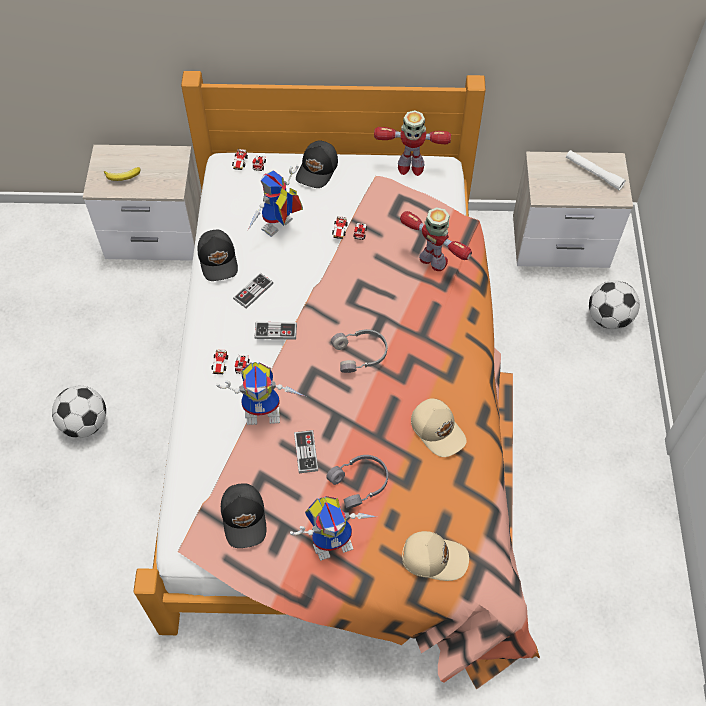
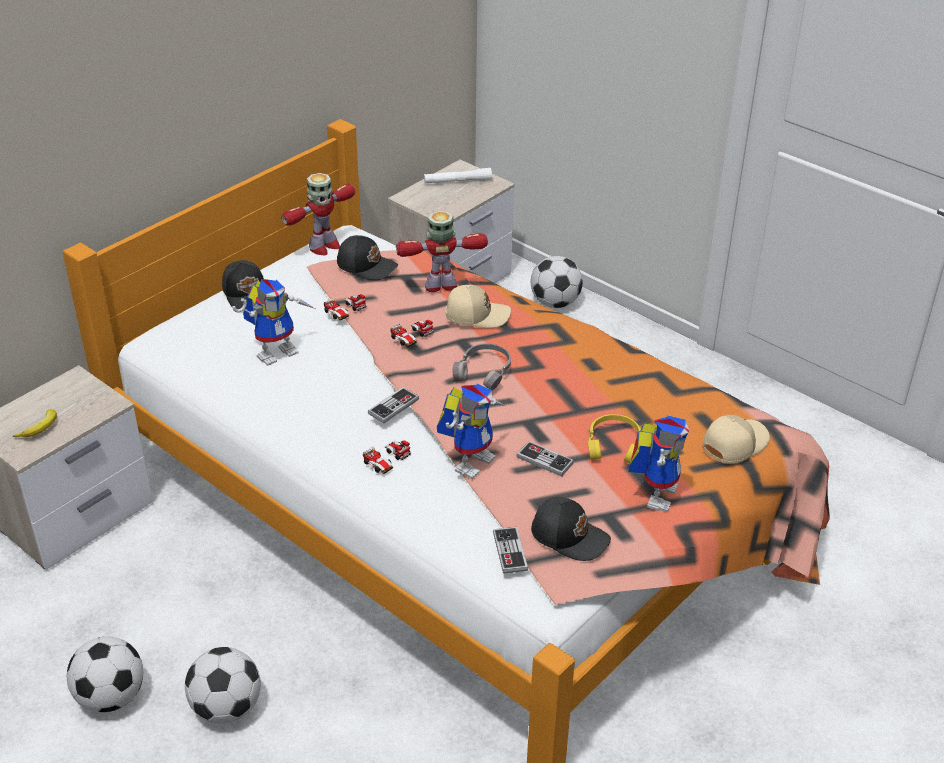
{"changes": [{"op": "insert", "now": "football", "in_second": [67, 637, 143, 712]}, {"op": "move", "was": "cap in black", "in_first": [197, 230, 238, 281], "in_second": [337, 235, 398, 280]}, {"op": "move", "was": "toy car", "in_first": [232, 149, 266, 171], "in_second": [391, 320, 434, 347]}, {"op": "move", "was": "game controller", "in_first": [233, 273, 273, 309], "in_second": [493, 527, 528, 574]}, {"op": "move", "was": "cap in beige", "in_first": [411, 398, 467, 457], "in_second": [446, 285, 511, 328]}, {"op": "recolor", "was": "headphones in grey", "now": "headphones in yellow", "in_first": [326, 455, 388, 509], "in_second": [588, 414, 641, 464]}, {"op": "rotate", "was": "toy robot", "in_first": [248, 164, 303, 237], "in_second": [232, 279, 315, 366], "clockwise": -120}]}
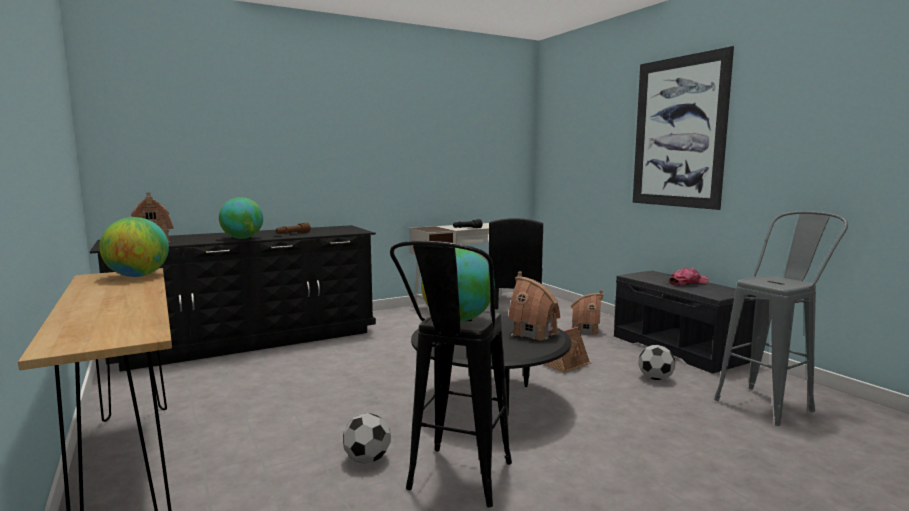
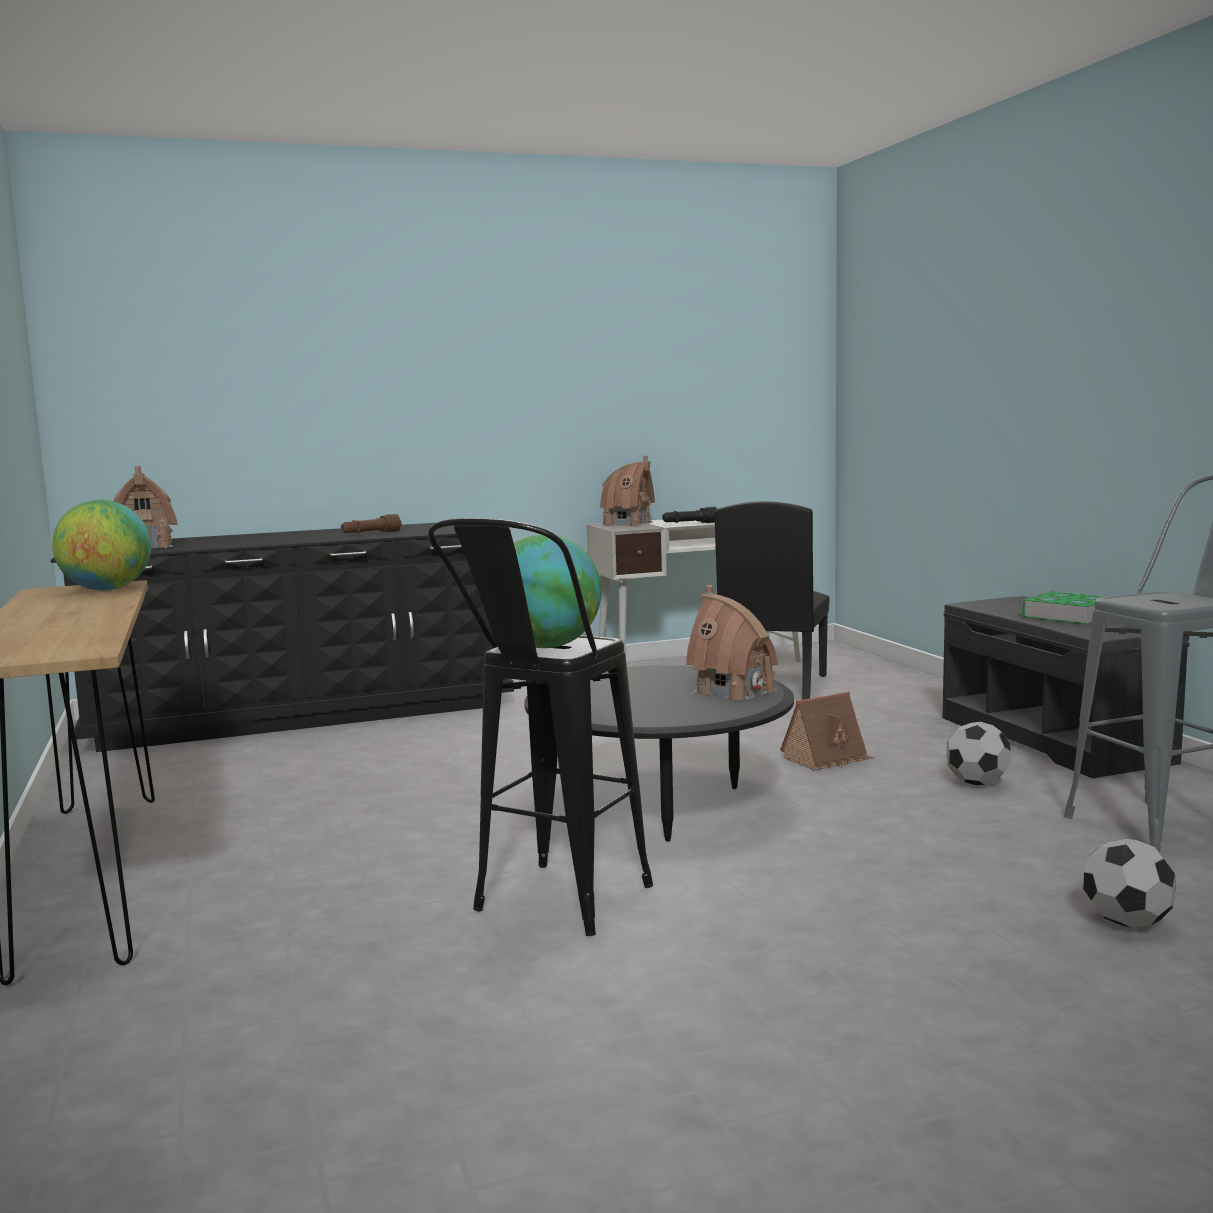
{"changes": [{"op": "delete", "was": "globe", "in_first": [219, 197, 263, 239]}, {"op": "delete", "was": "picture", "in_first": [633, 46, 734, 210]}, {"op": "move", "was": "football", "in_first": [343, 413, 391, 464], "in_second": [1083, 839, 1176, 928]}, {"op": "move", "was": "toy house", "in_first": [571, 290, 604, 335], "in_second": [600, 455, 655, 526]}, {"op": "replace", "was": "cap", "now": "book", "in_first": [669, 268, 709, 286], "in_second": [1022, 591, 1107, 624]}]}
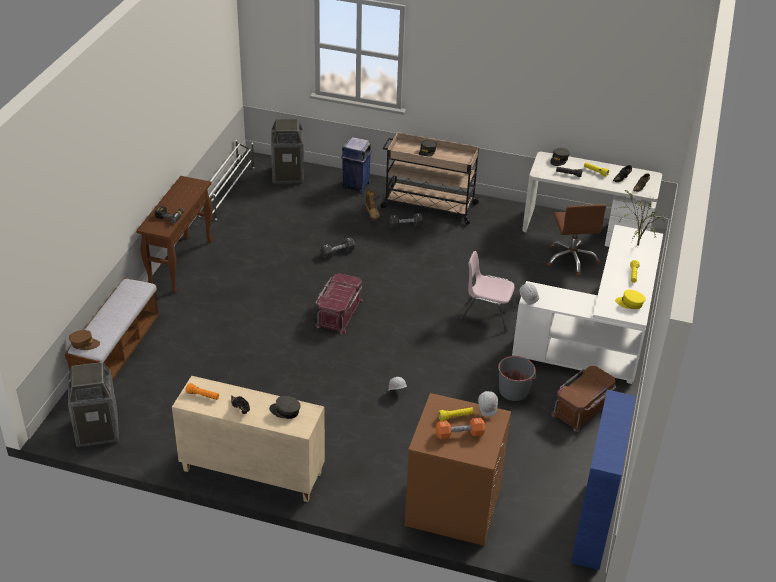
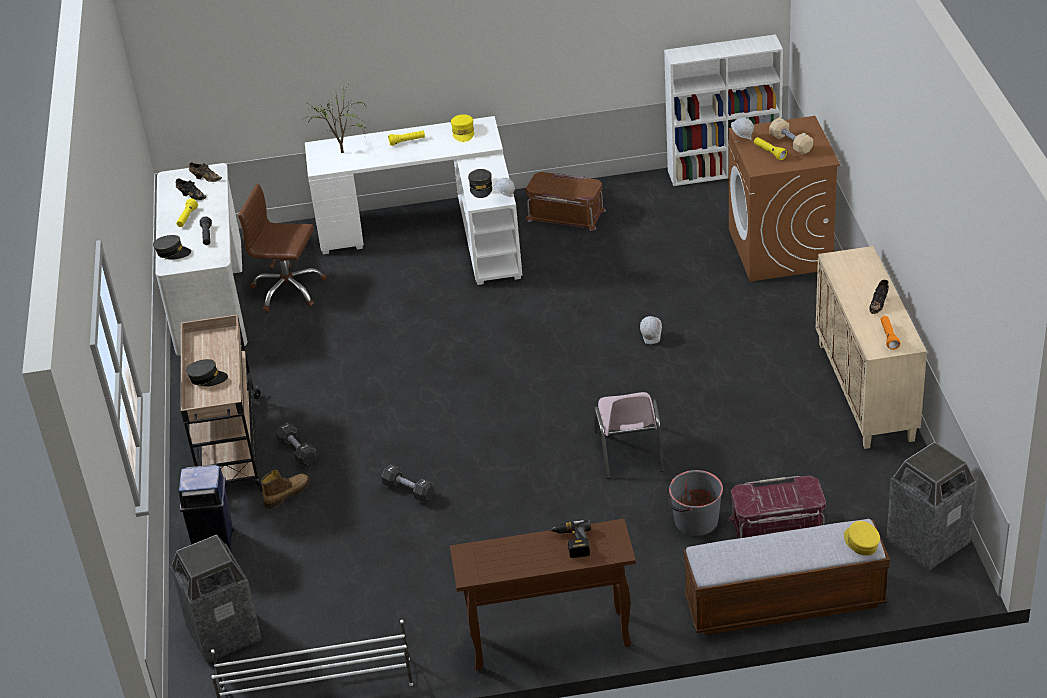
{"changes": [{"op": "move", "was": "cap in grey", "in_first": [269, 396, 301, 419], "in_second": [468, 169, 492, 198]}, {"op": "move", "was": "storage box in red", "in_first": [315, 273, 363, 334], "in_second": [728, 475, 826, 539]}, {"op": "move", "was": "chair in pink", "in_first": [460, 251, 517, 332], "in_second": [594, 392, 664, 479]}, {"op": "move", "was": "bucket in grey", "in_first": [498, 356, 536, 401], "in_second": [668, 470, 723, 536]}, {"op": "recolor", "was": "cap in brown", "now": "cap in yellow", "in_first": [69, 330, 100, 350], "in_second": [844, 521, 880, 556]}, {"op": "recolor", "was": "dumbbell in orange", "now": "dumbbell in beige", "in_first": [436, 418, 485, 439], "in_second": [769, 117, 813, 155]}, {"op": "recolor", "was": "bookcase in blue", "now": "bookcase in white", "in_first": [571, 390, 636, 570], "in_second": [664, 34, 783, 186]}, {"op": "rotate", "was": "office chair in brown", "in_first": [547, 204, 606, 276], "in_second": [238, 184, 327, 312], "clockwise": -135}]}
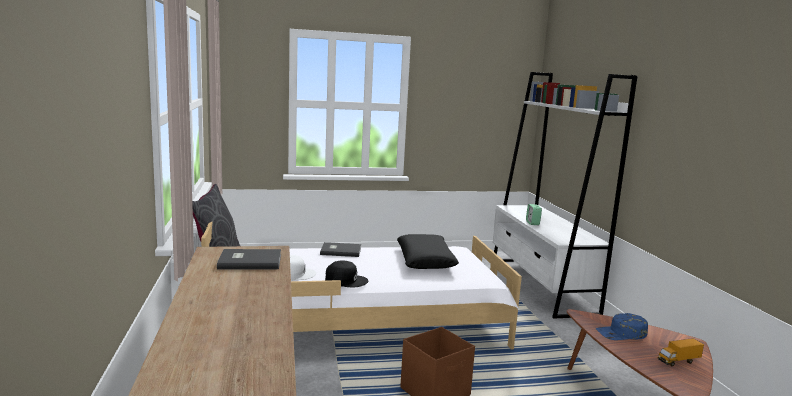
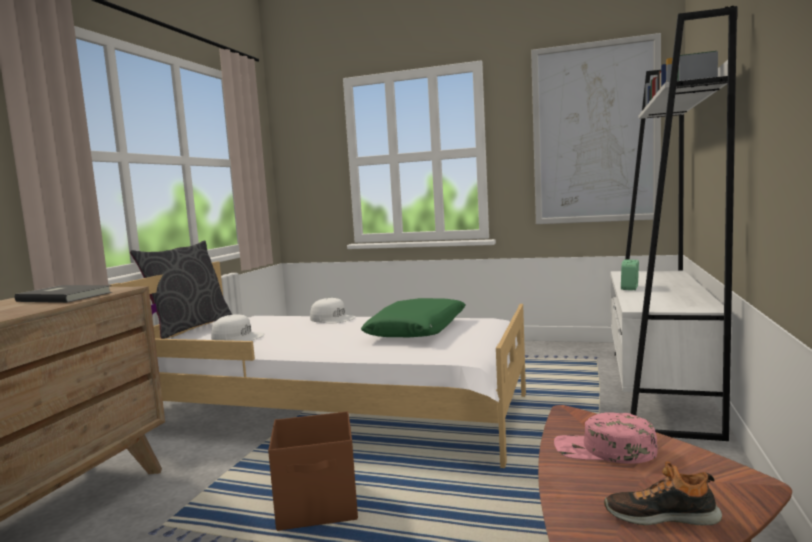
{"changes": [{"op": "delete", "was": "cap in black", "in_first": [325, 260, 368, 288]}, {"op": "insert", "now": "picture", "in_second": [531, 33, 661, 224]}, {"op": "replace", "was": "book in grey", "now": "cap in white", "in_first": [320, 242, 361, 257], "in_second": [310, 298, 356, 324]}, {"op": "replace", "was": "toy truck", "now": "shoe", "in_first": [658, 338, 704, 366], "in_second": [604, 461, 722, 526]}, {"op": "recolor", "was": "pillow in black", "now": "pillow in green", "in_first": [397, 234, 459, 269], "in_second": [361, 298, 466, 337]}, {"op": "recolor", "was": "cap in blue", "now": "cap in pink", "in_first": [596, 313, 648, 340], "in_second": [554, 413, 658, 464]}]}
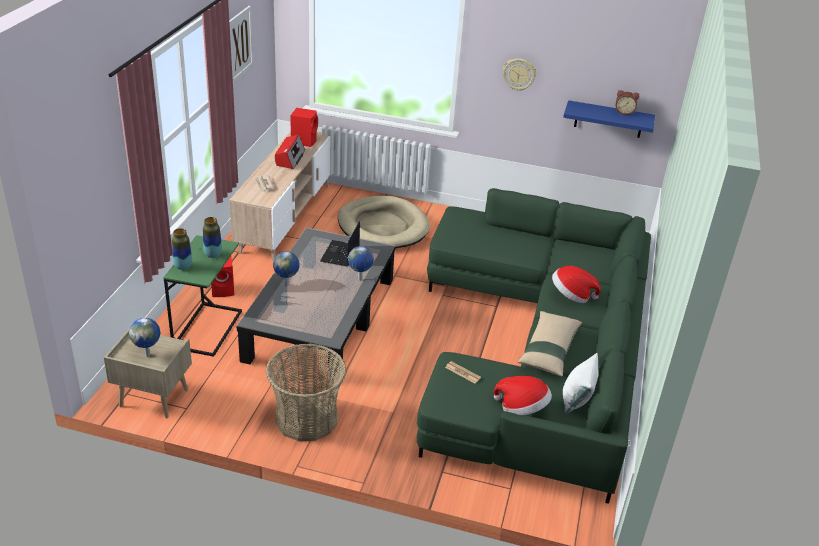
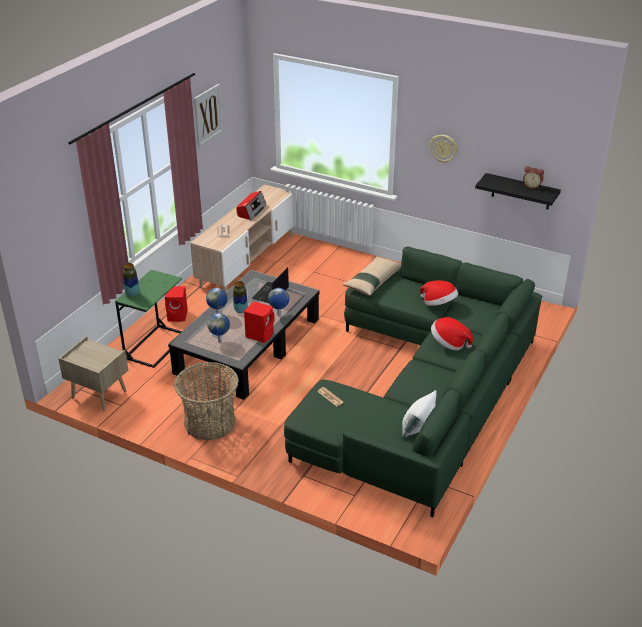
{"changes": [{"op": "delete", "was": "dog bed in beige", "in_first": [338, 196, 430, 249]}, {"op": "move", "was": "globe", "in_first": [129, 318, 160, 357], "in_second": [207, 313, 230, 343]}, {"op": "move", "was": "vase", "in_first": [203, 217, 222, 258], "in_second": [233, 281, 248, 313]}, {"op": "move", "was": "speaker in red", "in_first": [290, 108, 318, 147], "in_second": [244, 301, 275, 343]}, {"op": "move", "was": "hat", "in_first": [494, 376, 552, 416], "in_second": [420, 280, 458, 306]}, {"op": "move", "was": "pillow in beige", "in_first": [518, 311, 582, 377], "in_second": [343, 256, 401, 296]}, {"op": "recolor", "was": "shelf in blue", "now": "shelf in black", "in_first": [563, 100, 655, 138], "in_second": [475, 173, 561, 209]}]}
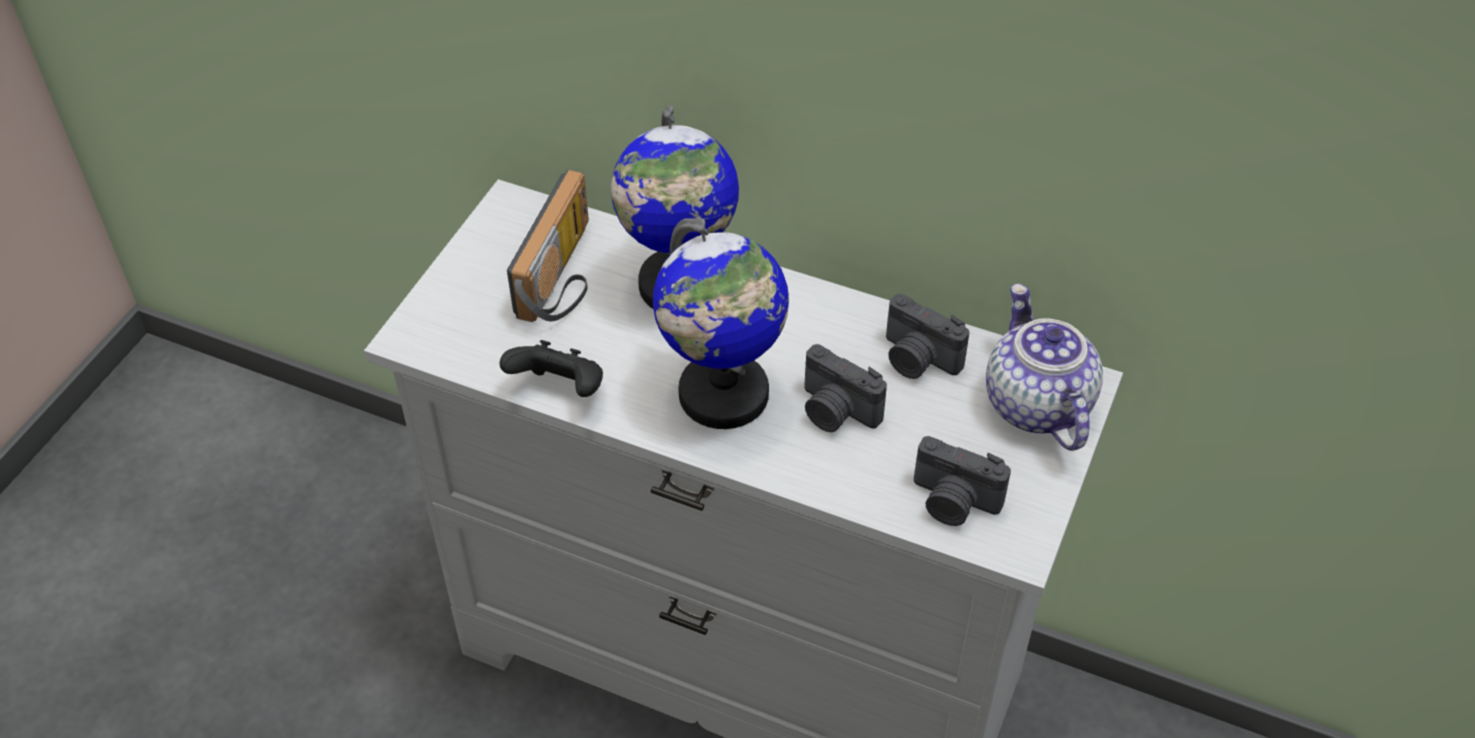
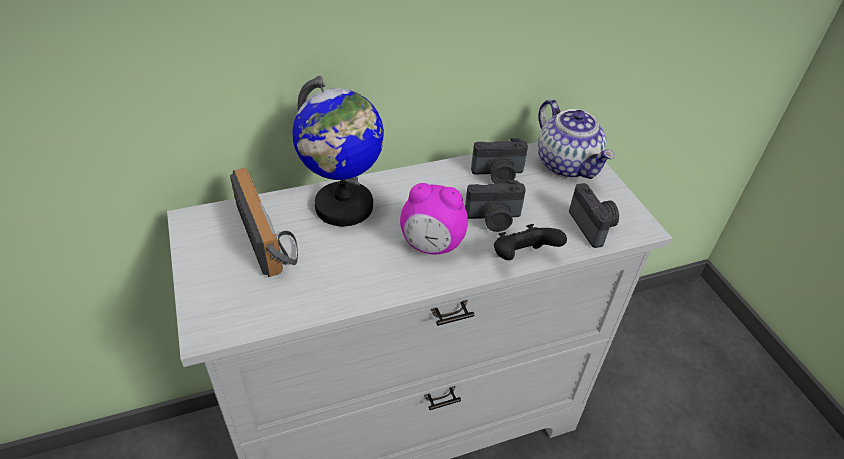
{"changes": [{"op": "move", "was": "game controller in black", "in_first": [500, 340, 603, 397], "in_second": [494, 224, 567, 260]}, {"op": "replace", "was": "globe", "now": "alarm clock", "in_first": [653, 217, 789, 429], "in_second": [400, 183, 468, 255]}, {"op": "rotate", "was": "photo camera", "in_first": [914, 436, 1011, 526], "in_second": [569, 183, 619, 248], "clockwise": -90}, {"op": "rotate", "was": "teapot", "in_first": [986, 284, 1103, 451], "in_second": [538, 99, 615, 179], "clockwise": -150}]}
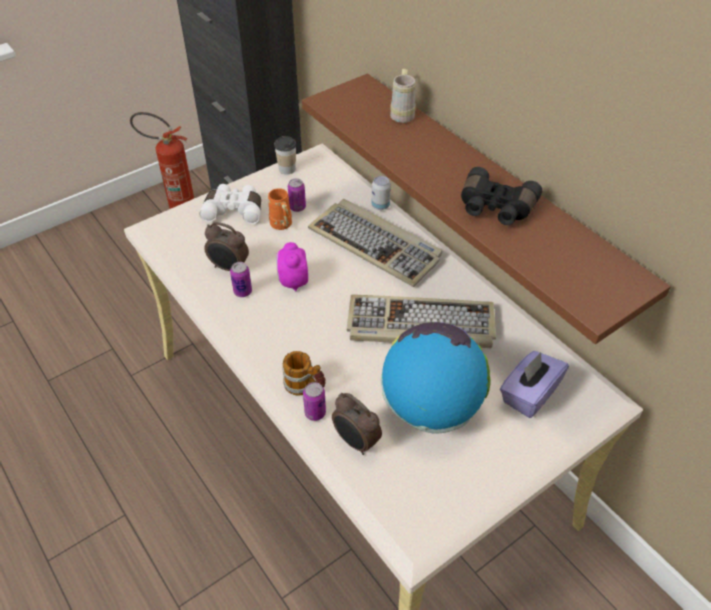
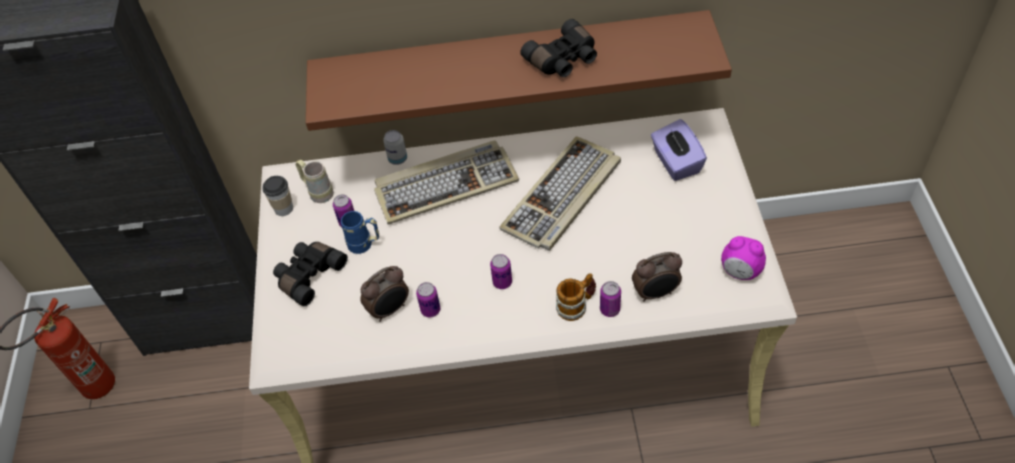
{"changes": [{"op": "delete", "was": "globe", "in_first": [380, 322, 491, 433]}, {"op": "insert", "now": "can", "in_second": [490, 254, 512, 289]}, {"op": "move", "was": "alarm clock", "in_first": [276, 242, 308, 291], "in_second": [721, 236, 766, 280]}, {"op": "move", "was": "mug in beige", "in_first": [390, 69, 416, 123], "in_second": [296, 160, 334, 203]}, {"op": "recolor", "was": "binoculars in white", "now": "binoculars in black", "in_first": [199, 184, 261, 224], "in_second": [273, 242, 348, 307]}, {"op": "recolor", "was": "mug in orange", "now": "mug in blue", "in_first": [268, 188, 292, 230], "in_second": [341, 211, 379, 254]}]}
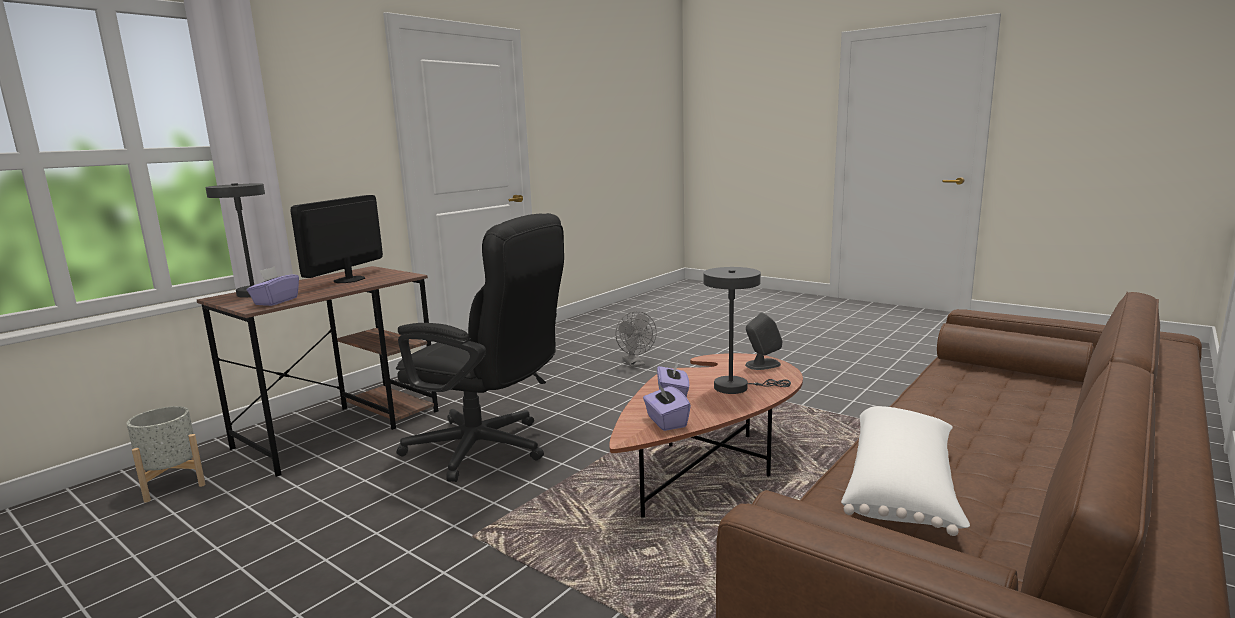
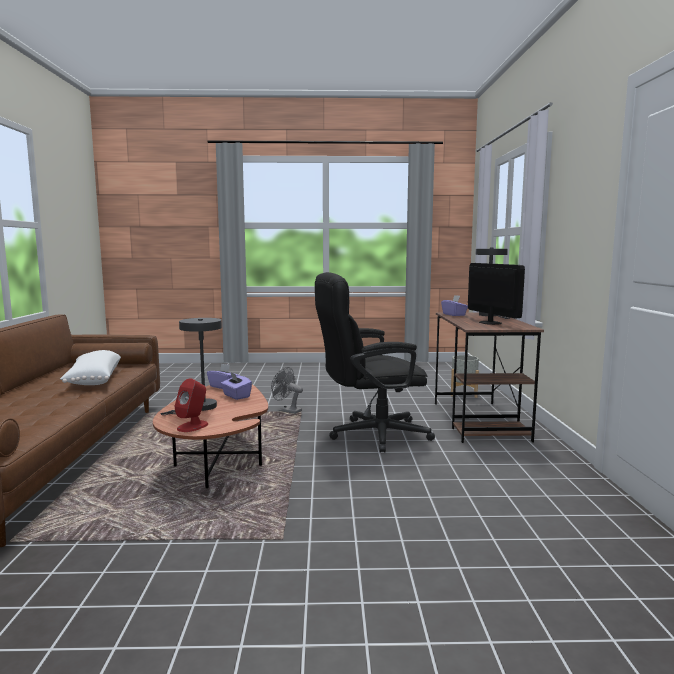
{"changes": [{"op": "move", "was": "fan in grey", "in_first": [616, 311, 657, 367], "in_second": [271, 367, 303, 414]}, {"op": "recolor", "was": "speaker in grey", "now": "speaker in red", "in_first": [745, 312, 782, 370], "in_second": [175, 378, 208, 432]}]}
